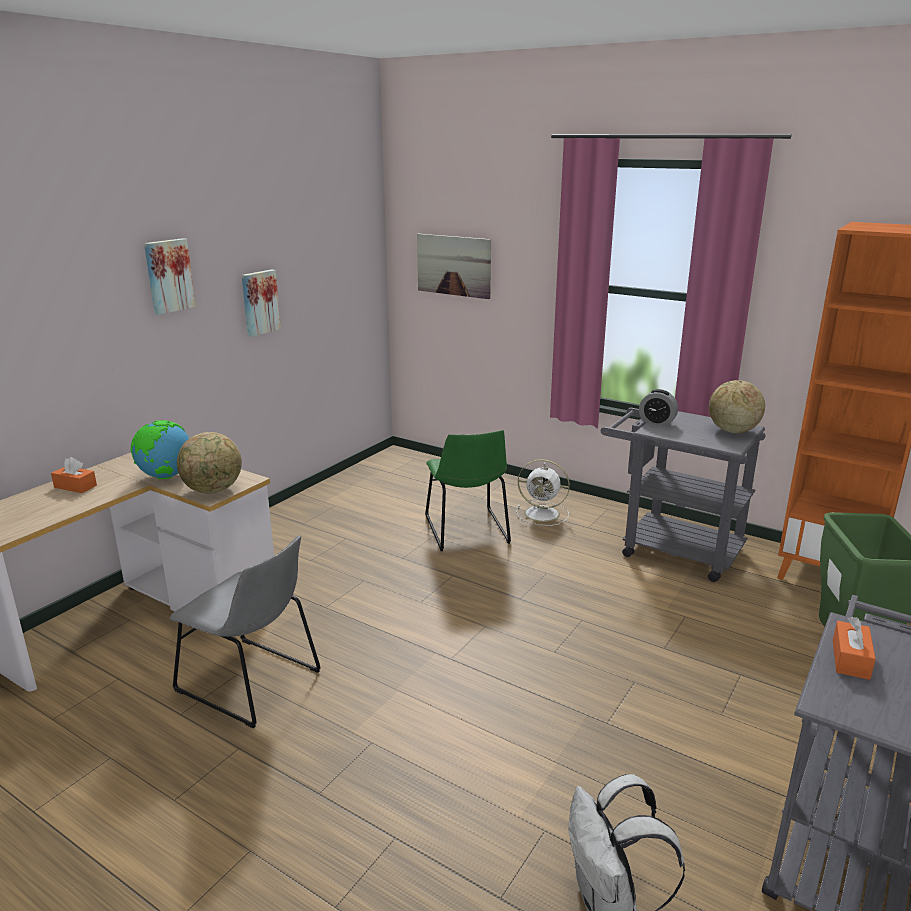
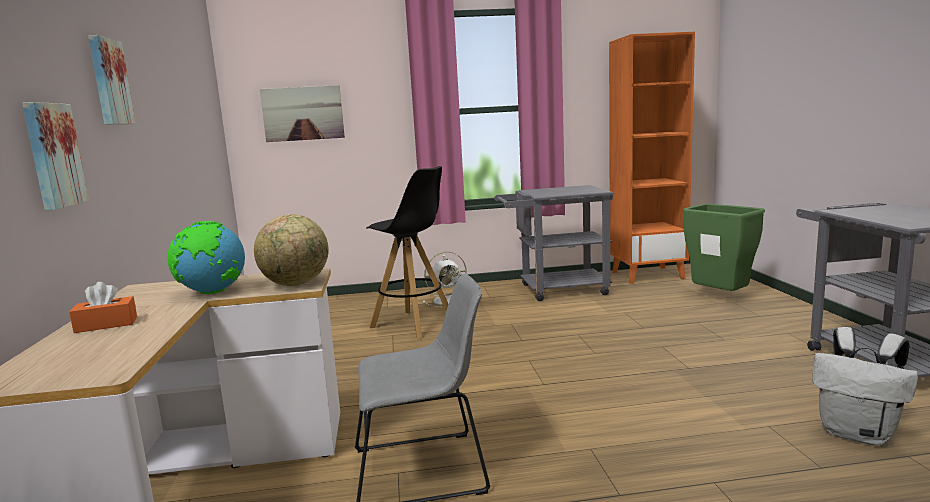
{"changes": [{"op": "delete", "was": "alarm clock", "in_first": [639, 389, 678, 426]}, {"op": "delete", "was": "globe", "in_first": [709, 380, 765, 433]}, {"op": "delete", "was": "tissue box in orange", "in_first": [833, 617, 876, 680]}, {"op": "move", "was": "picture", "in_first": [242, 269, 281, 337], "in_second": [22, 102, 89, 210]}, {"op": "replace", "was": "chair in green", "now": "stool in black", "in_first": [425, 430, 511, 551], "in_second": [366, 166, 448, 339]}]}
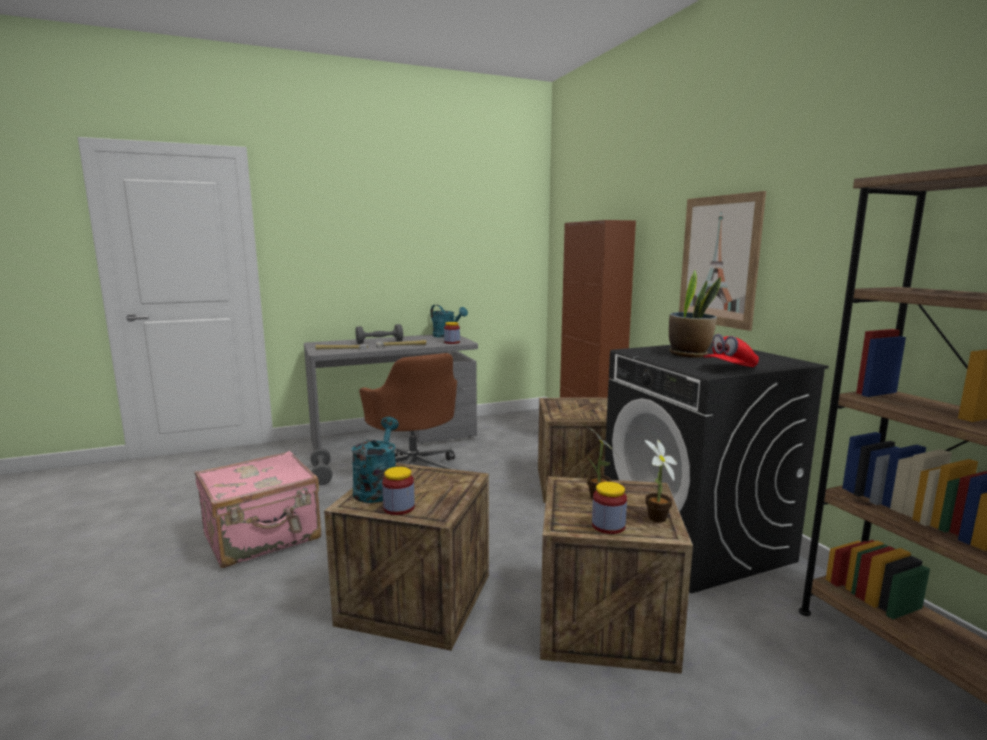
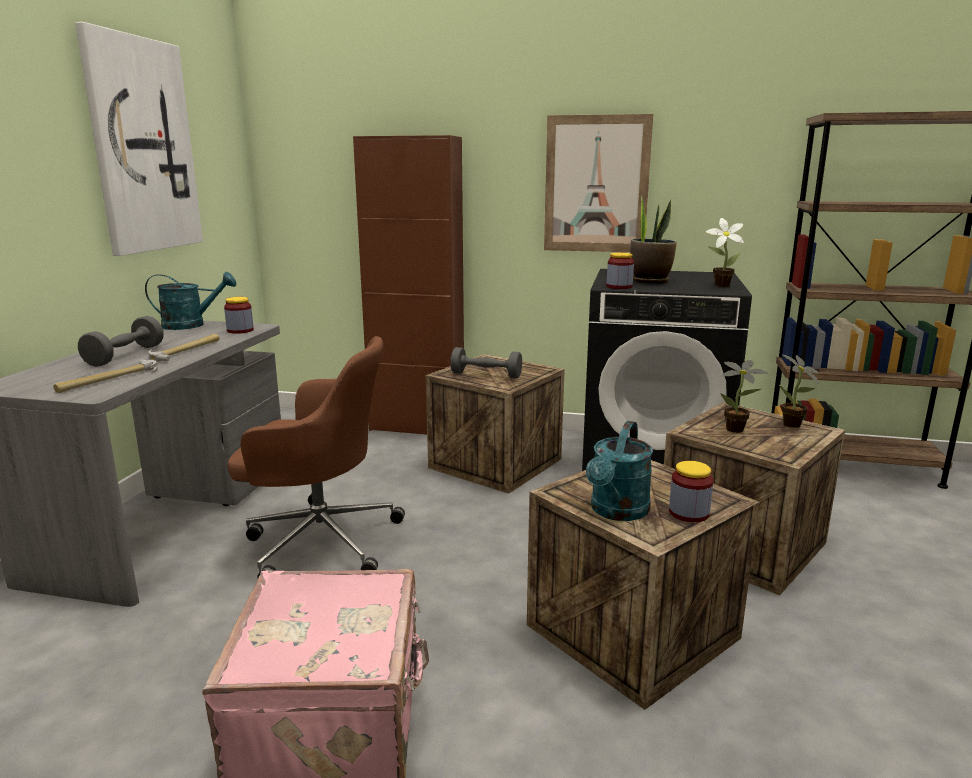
{"changes": [{"op": "insert", "now": "picture", "in_second": [75, 22, 203, 256]}, {"op": "move", "was": "dumbbell in grey", "in_first": [310, 448, 332, 485], "in_second": [450, 347, 522, 379]}, {"op": "move", "was": "jar", "in_first": [592, 482, 627, 534], "in_second": [607, 253, 634, 289]}, {"op": "replace", "was": "cap in red", "now": "potted plant", "in_first": [703, 334, 759, 367], "in_second": [705, 218, 744, 287]}, {"op": "rotate", "was": "watering can in turquoise", "in_first": [351, 417, 399, 503], "in_second": [586, 421, 653, 521], "clockwise": -105}]}
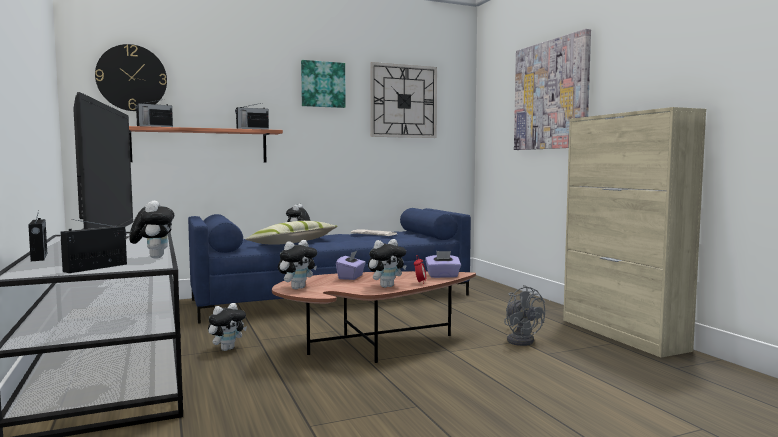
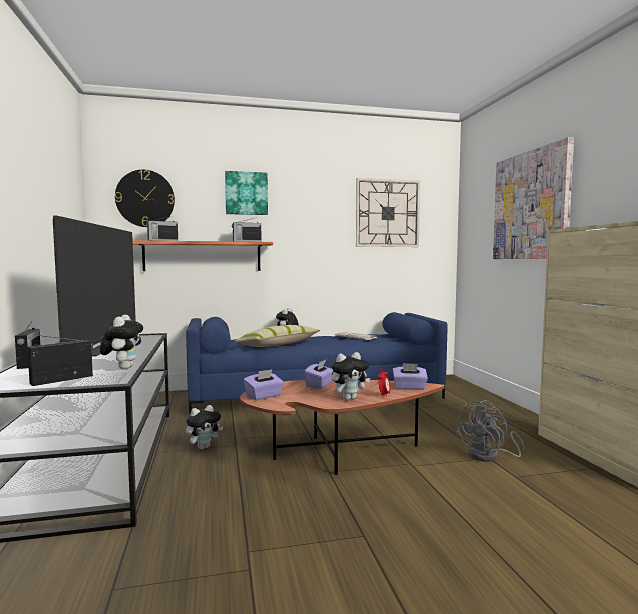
{"changes": [{"op": "move", "was": "picture", "in_first": [301, 60, 346, 108], "in_second": [225, 171, 268, 215]}, {"op": "replace", "was": "plush toy", "now": "tissue box in purple", "in_first": [278, 240, 317, 289], "in_second": [243, 369, 284, 400]}, {"op": "rotate", "was": "fan in grey", "in_first": [504, 285, 545, 346], "in_second": [456, 400, 525, 462], "clockwise": 60}]}
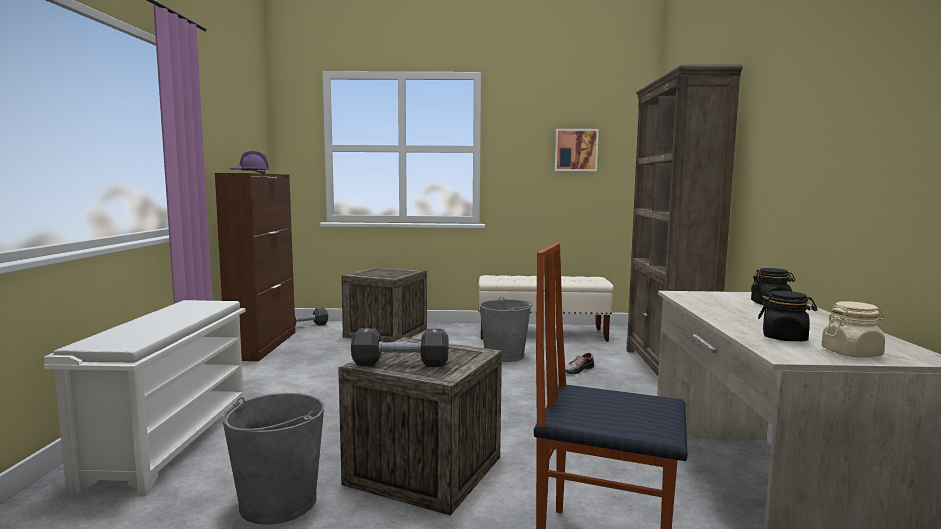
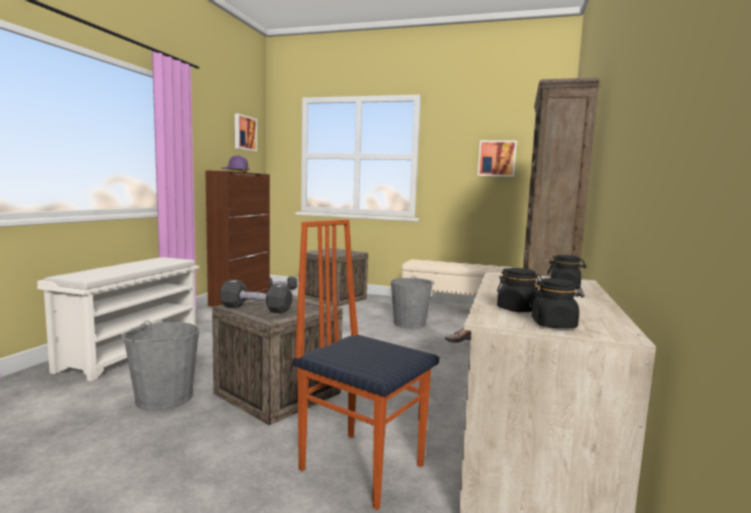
{"changes": [{"op": "insert", "now": "picture", "in_second": [235, 113, 257, 152]}, {"op": "recolor", "was": "jar in beige", "now": "jar in black", "in_first": [821, 301, 885, 357], "in_second": [529, 278, 585, 328]}]}
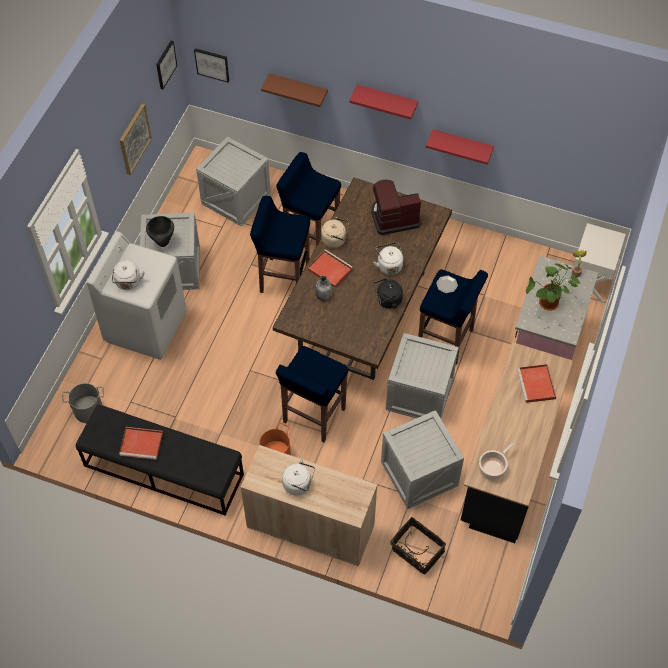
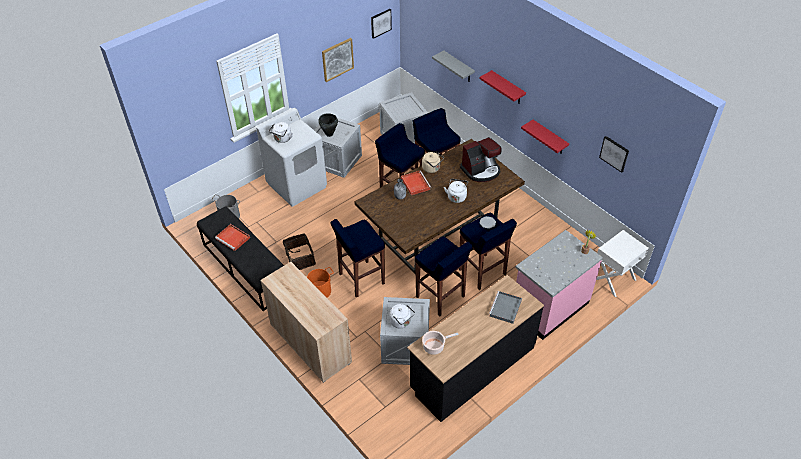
{"changes": [{"op": "delete", "was": "kettle in black", "in_first": [373, 278, 403, 309]}, {"op": "delete", "was": "potted plant", "in_first": [526, 263, 581, 311]}, {"op": "move", "was": "picture", "in_first": [194, 48, 229, 82], "in_second": [599, 136, 629, 173]}, {"op": "move", "was": "kettle in white", "in_first": [282, 459, 315, 496], "in_second": [390, 304, 415, 328]}, {"op": "move", "was": "basket", "in_first": [390, 517, 446, 574], "in_second": [283, 233, 316, 270]}, {"op": "replace", "was": "crate", "now": "stool in blue", "in_first": [386, 333, 459, 418], "in_second": [415, 237, 473, 316]}, {"op": "recolor", "was": "shelf in brown", "now": "shelf in grey", "in_first": [261, 73, 328, 107], "in_second": [432, 50, 475, 82]}, {"op": "recolor", "was": "tray in red", "now": "tray in grey", "in_first": [517, 364, 556, 403], "in_second": [489, 291, 522, 324]}, {"op": "rotate", "was": "coffee machine", "in_first": [371, 180, 422, 235], "in_second": [460, 137, 502, 182], "clockwise": 135}]}
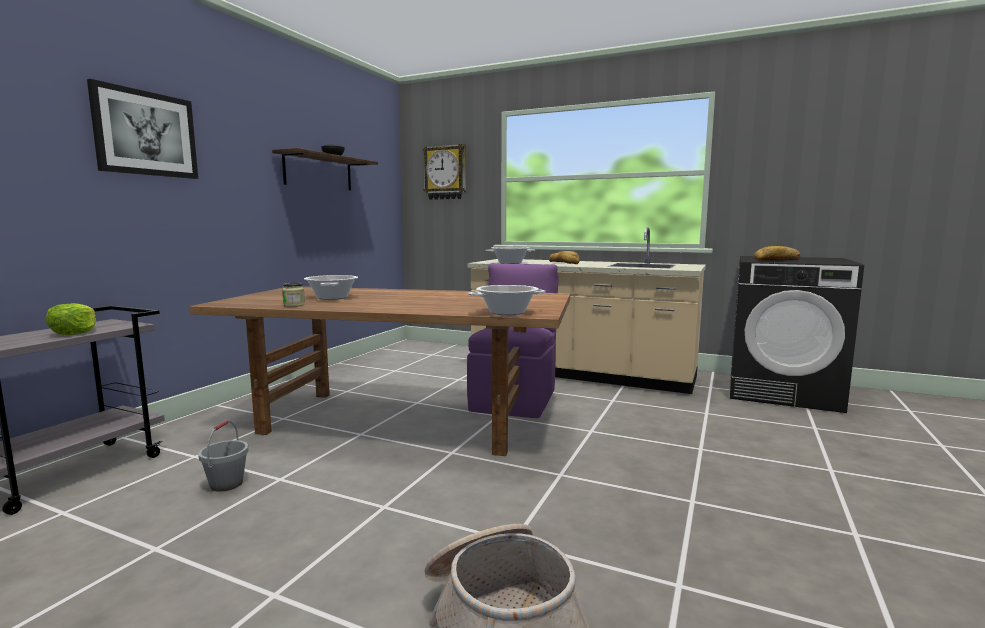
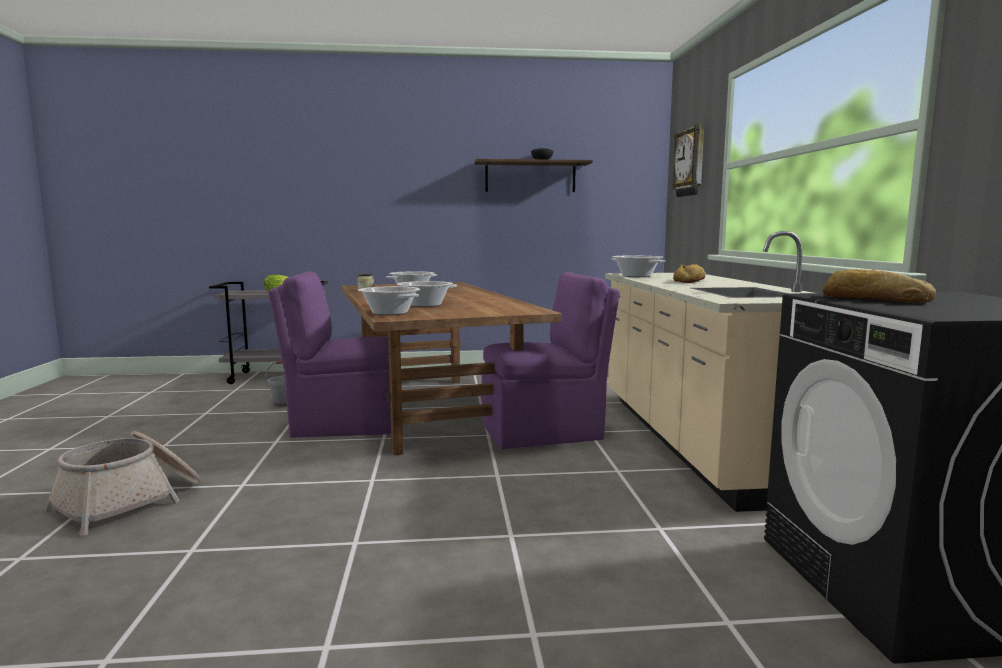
{"changes": [{"op": "delete", "was": "picture", "in_first": [87, 79, 198, 179]}, {"op": "insert", "now": "chair in purple", "in_second": [268, 271, 391, 438]}, {"op": "insert", "now": "cooking pot", "in_second": [397, 281, 457, 307]}]}
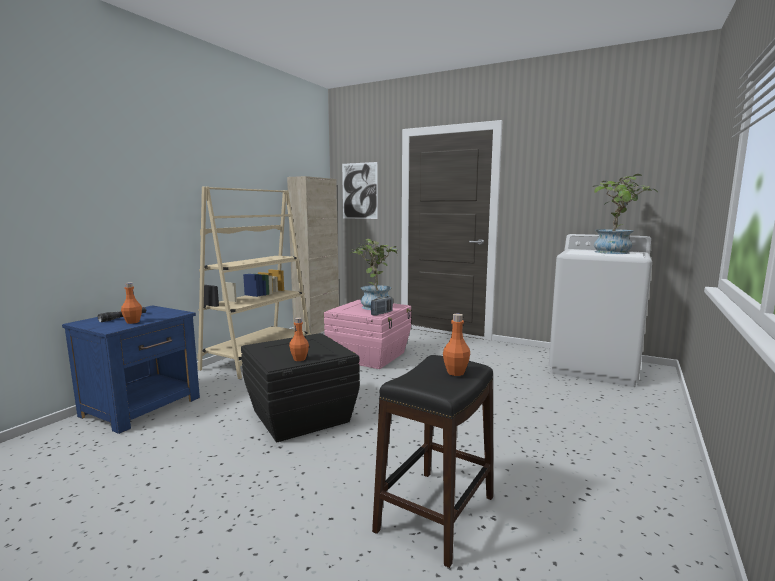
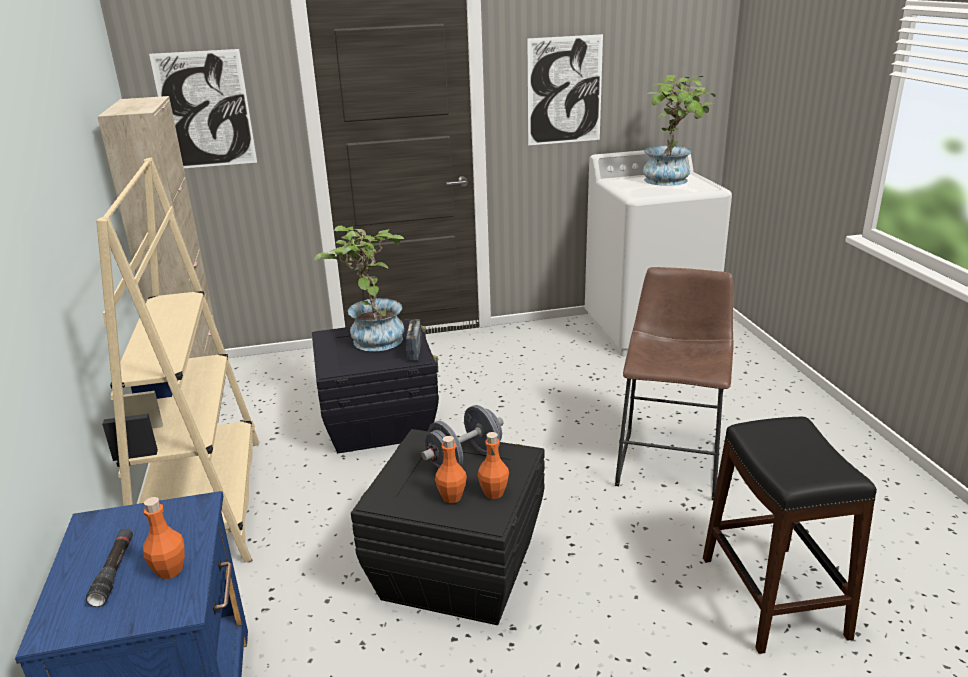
{"changes": [{"op": "insert", "now": "dumbbell in grey", "in_second": [421, 405, 503, 468]}, {"op": "insert", "now": "picture", "in_second": [527, 34, 603, 145]}, {"op": "insert", "now": "stool in brown", "in_second": [615, 267, 734, 500]}, {"op": "move", "was": "bottle in orange", "in_first": [443, 314, 470, 376], "in_second": [435, 436, 467, 503]}, {"op": "recolor", "was": "storage box in pink", "now": "storage box in black", "in_first": [324, 300, 411, 369], "in_second": [312, 319, 439, 453]}]}
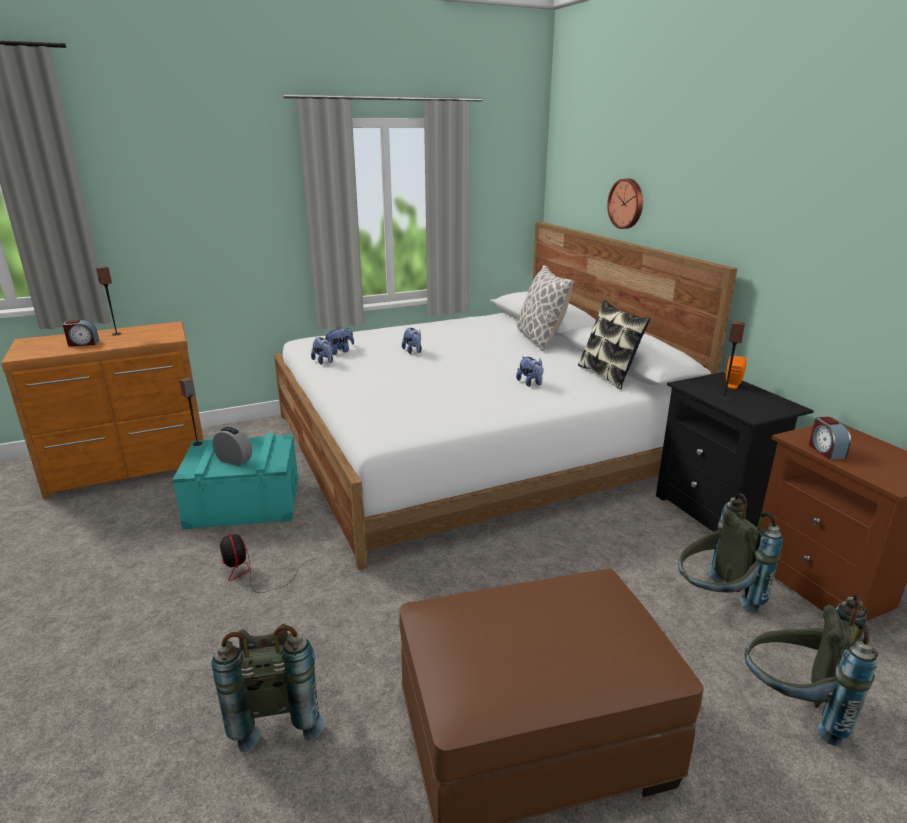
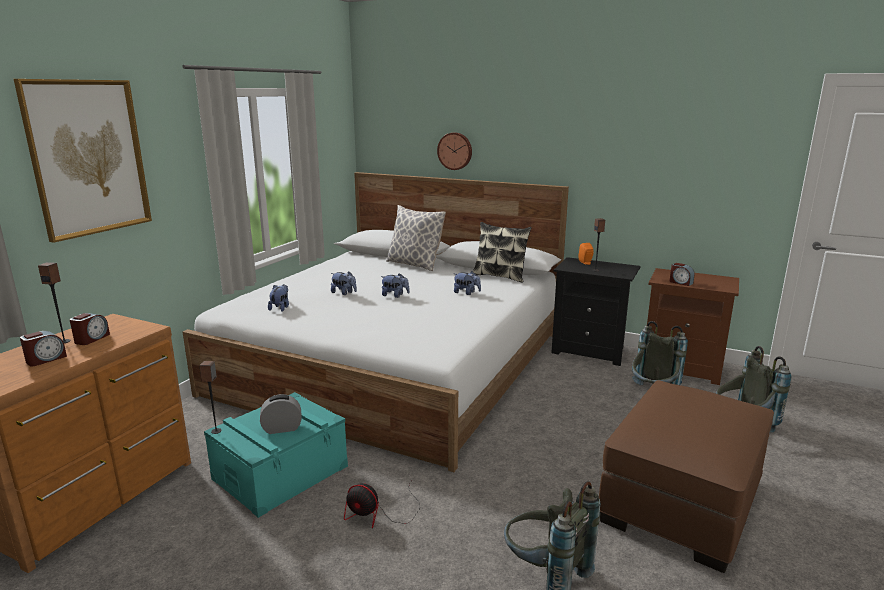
{"changes": [{"op": "insert", "now": "picture", "in_second": [14, 79, 152, 243]}, {"op": "insert", "now": "alarm clock", "in_second": [69, 313, 110, 345]}, {"op": "move", "was": "plush toy", "in_first": [311, 337, 333, 365], "in_second": [381, 273, 410, 298]}]}
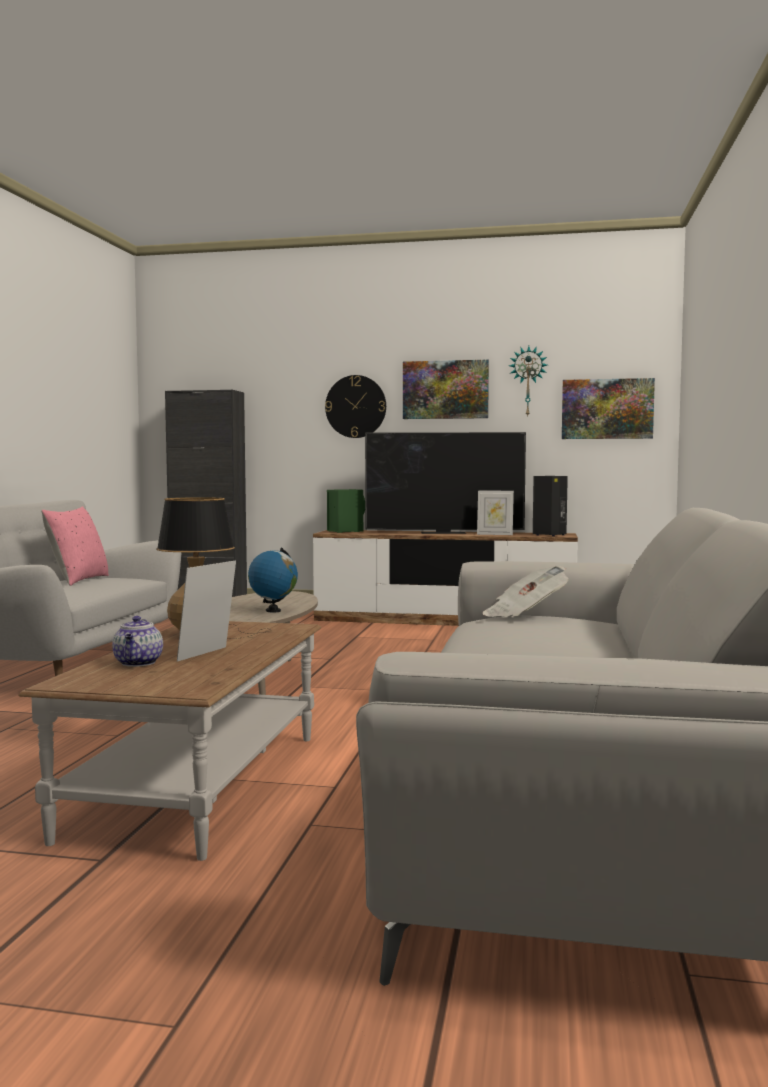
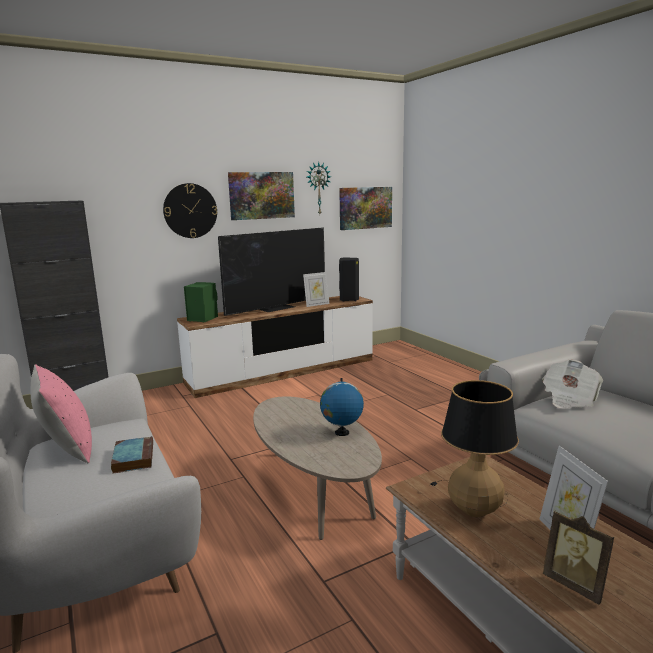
{"changes": [{"op": "insert", "now": "book", "in_second": [111, 436, 153, 474]}, {"op": "replace", "was": "teapot", "now": "picture frame", "in_first": [112, 616, 163, 667], "in_second": [543, 510, 614, 605]}]}
